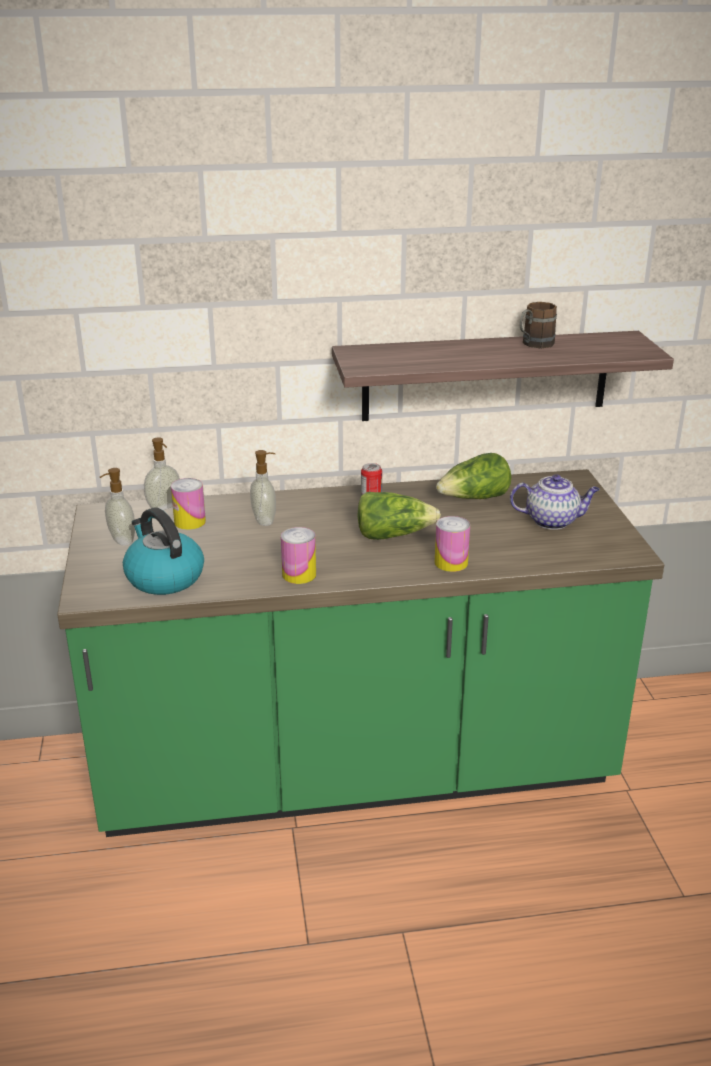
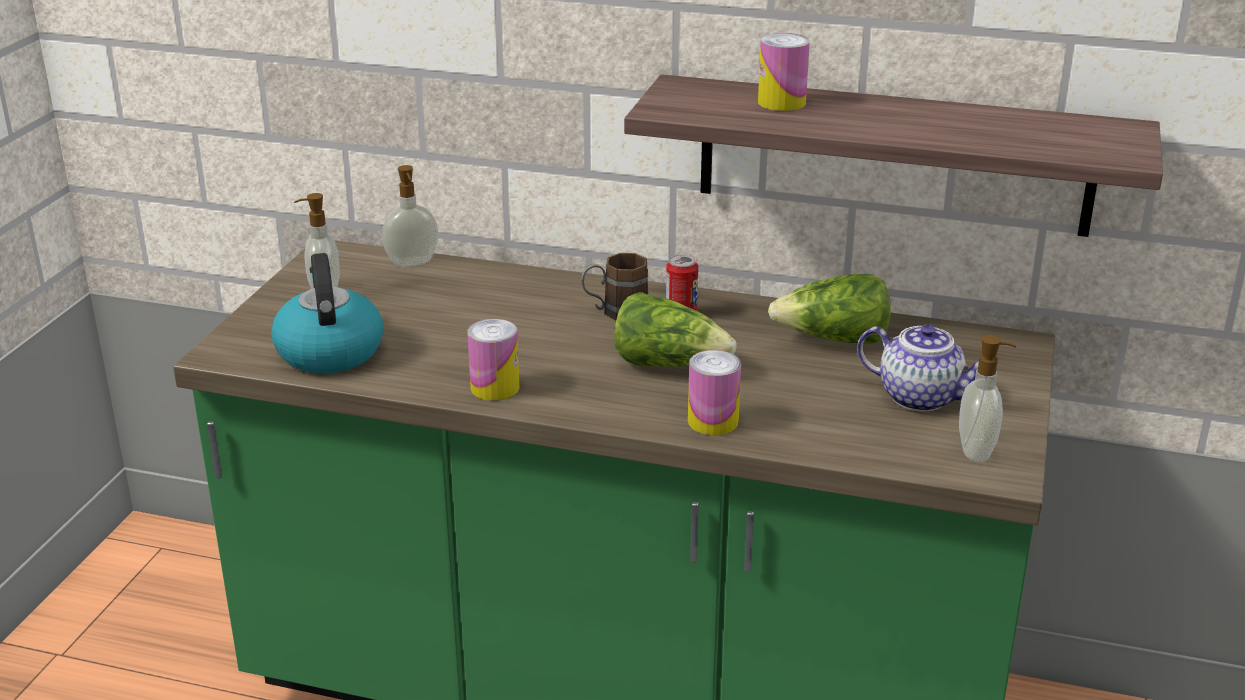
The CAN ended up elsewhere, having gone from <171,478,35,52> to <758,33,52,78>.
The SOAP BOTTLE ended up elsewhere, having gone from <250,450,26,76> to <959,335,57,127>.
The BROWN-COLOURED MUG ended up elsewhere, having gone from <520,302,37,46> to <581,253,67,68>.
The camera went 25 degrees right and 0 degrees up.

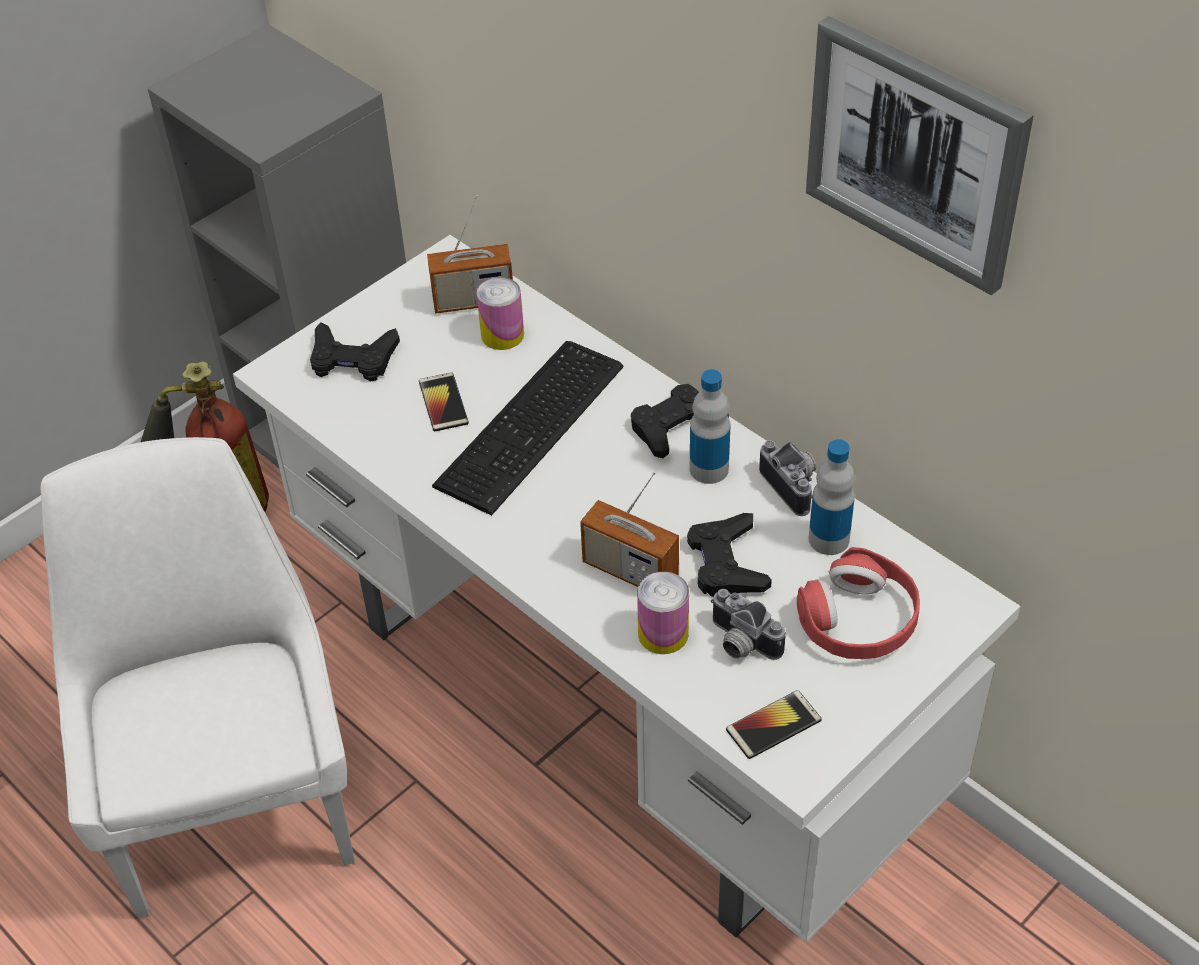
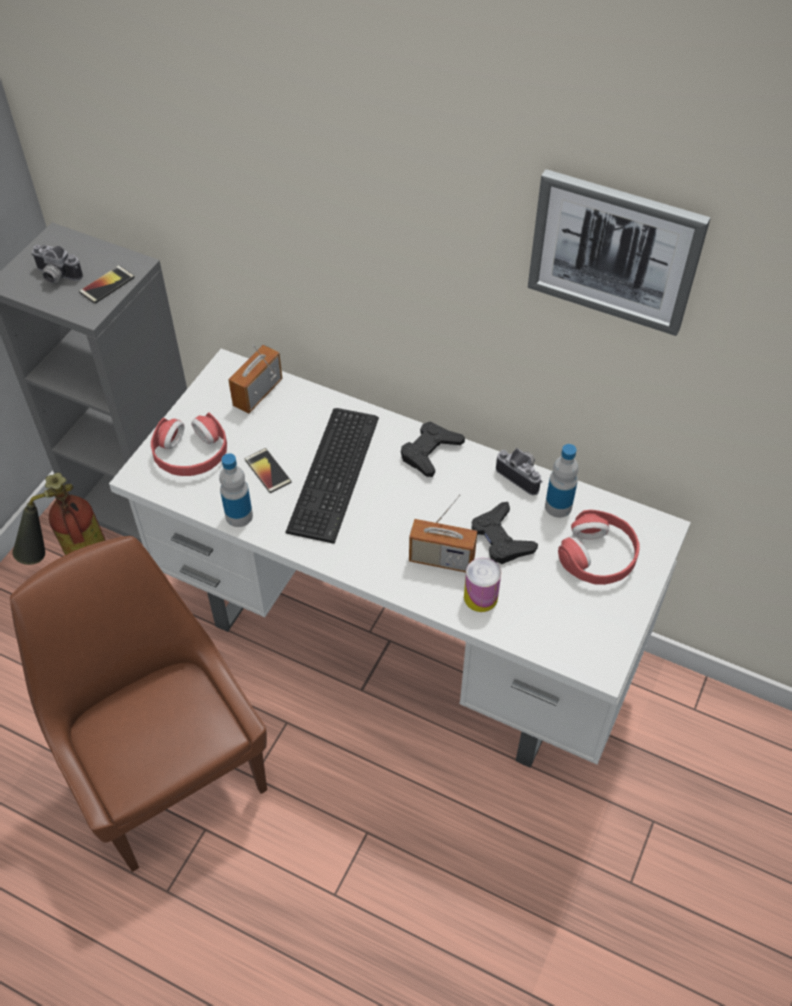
What was the WHITE PLAIN CHAIR at <41,437,314,481> turned into the BROWN-COLOURED PLAIN CHAIR at <10,536,257,336>.
Where the BLACKISH GAMEPAD stood at <310,322,90,59>, the REDDISH HEADSET came to stand at <151,412,76,64>.
The RADIO SET at <427,195,86,119> ended up facing another way, 150 degrees clockwise from before.
The second view lost the CAN at <477,277,47,73>.
The BOTTLE ended up elsewhere, having gone from <690,369,41,115> to <219,453,34,74>.
The STILL CAMERA ended up elsewhere, having gone from <711,589,75,71> to <31,244,52,39>.
The TELEPHONE ended up elsewhere, having gone from <726,690,96,69> to <79,265,56,39>.
The camera went 20 degrees left and 5 degrees up.

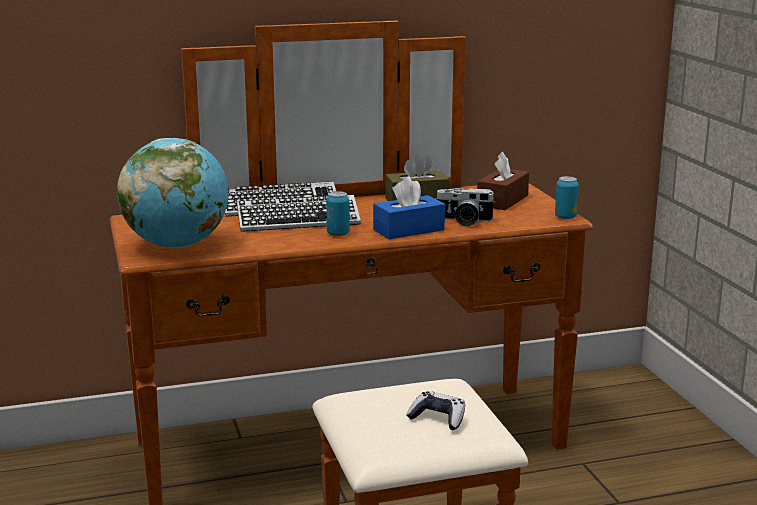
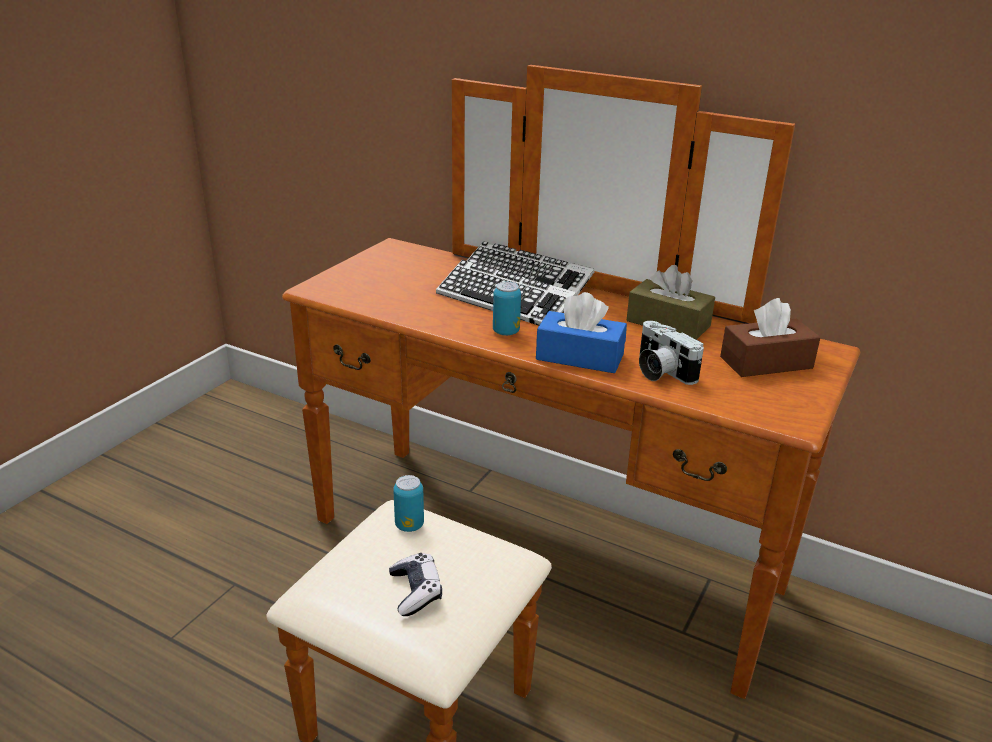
The second view lost the WORLD GLOBE at <117,138,112,110>.
The CAN ended up elsewhere, having gone from <555,176,24,43> to <393,475,31,57>.
The camera went 45 degrees right and 10 degrees up.

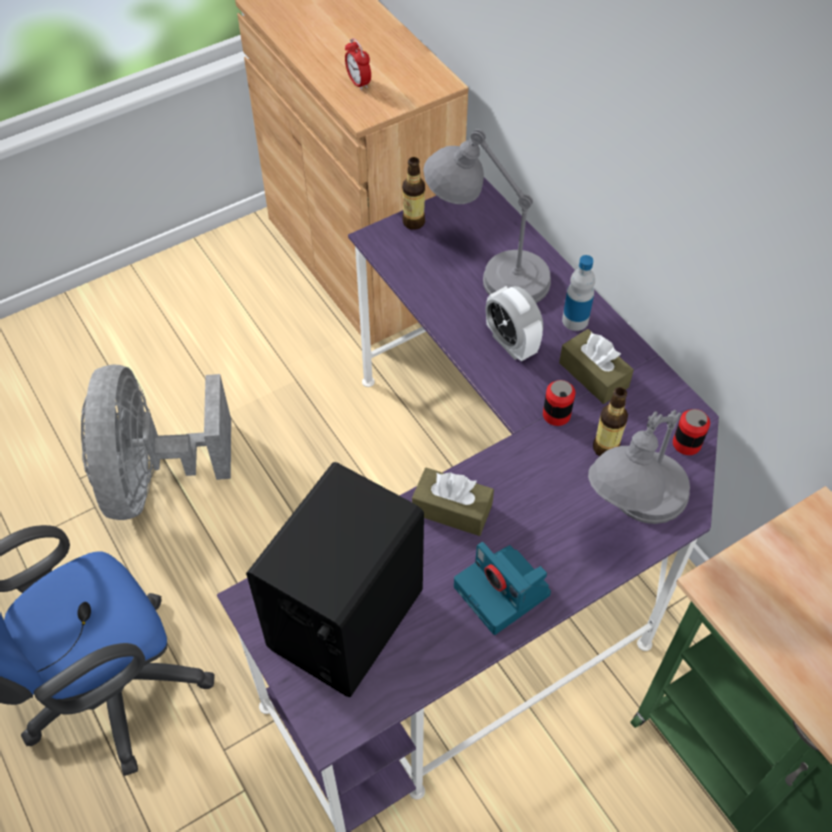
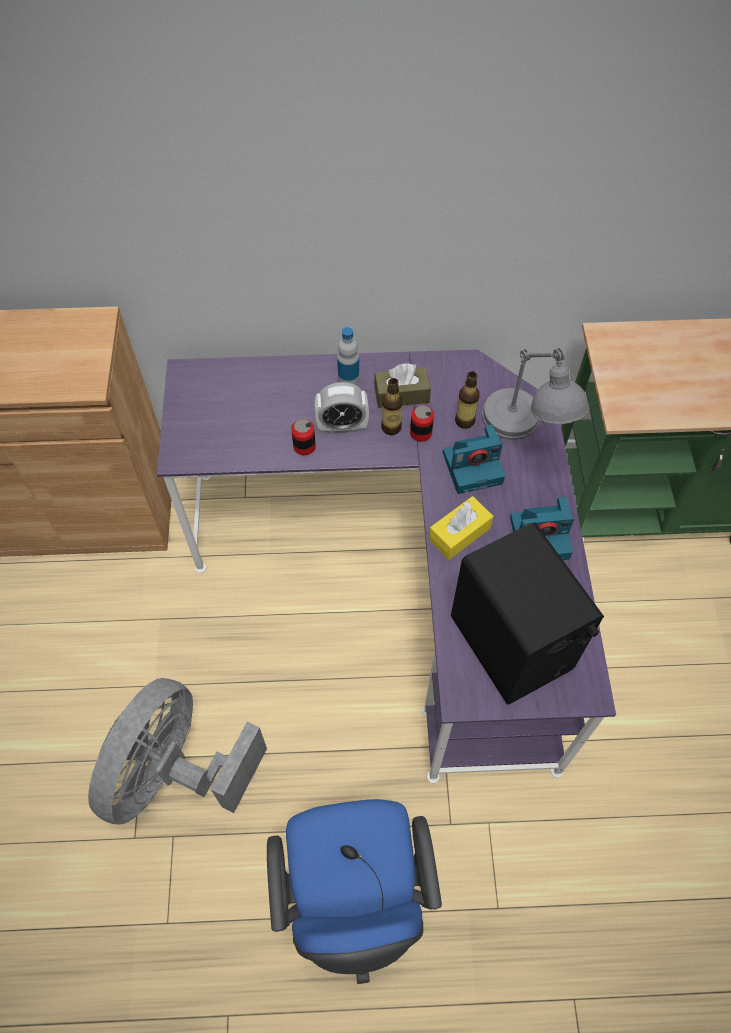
The GREYISH ELECTRIC FAN at <81,364,150,156> ended up facing another way, 90 degrees clockwise from before.
The second view lost the TABLE CLOCK at <345,38,26,53>.
The BOTTLE ended up elsewhere, having gone from <402,157,23,73> to <381,378,22,57>.
What was the BROWN-COLOURED TISSUE BOX at <412,468,82,68> turned into the YELLOW TISSUE BOX at <429,496,64,64>.
The second view lost the GREYISH LAMP FOR A TABLE at <423,129,128,174>.
The CAN ended up elsewhere, having gone from <673,409,37,46> to <291,419,25,36>.
The second view gained the STILL CAMERA at <443,424,62,70>.
The camera went 60 degrees left and 5 degrees up.

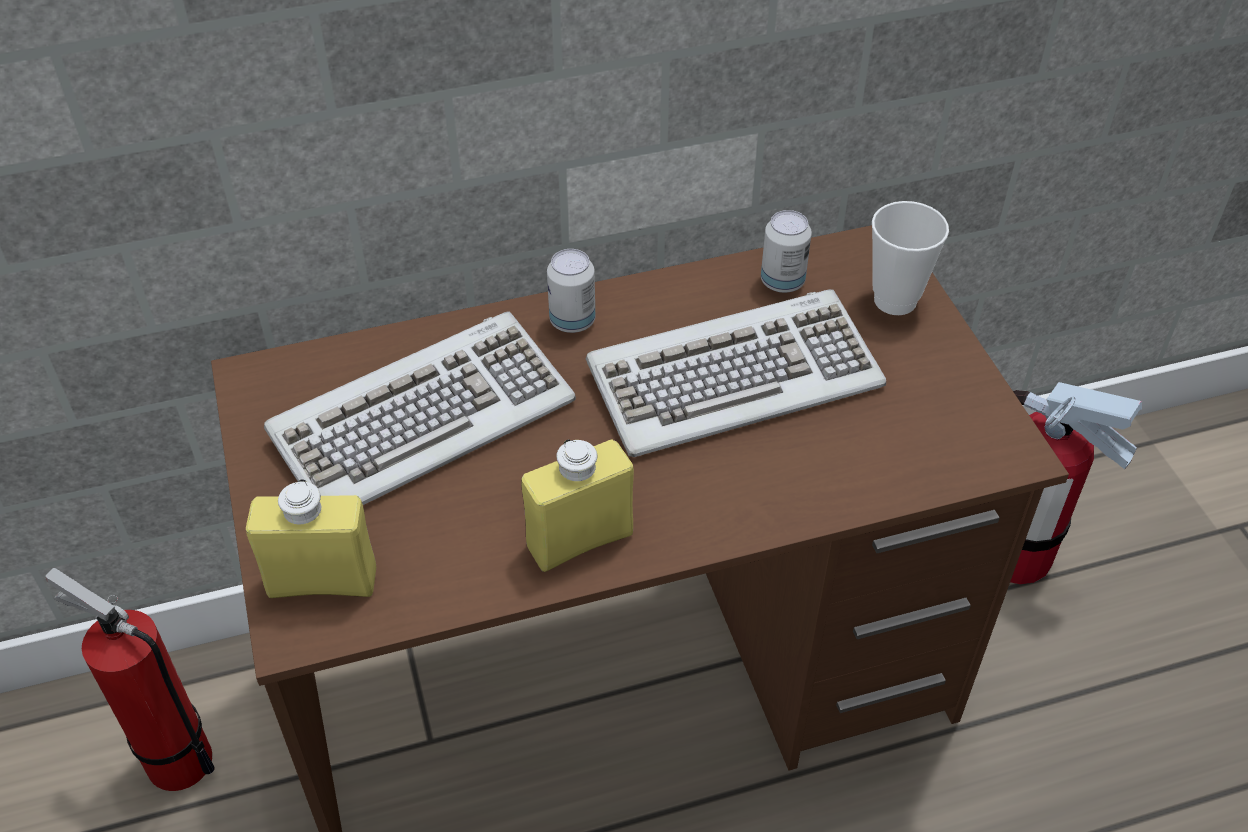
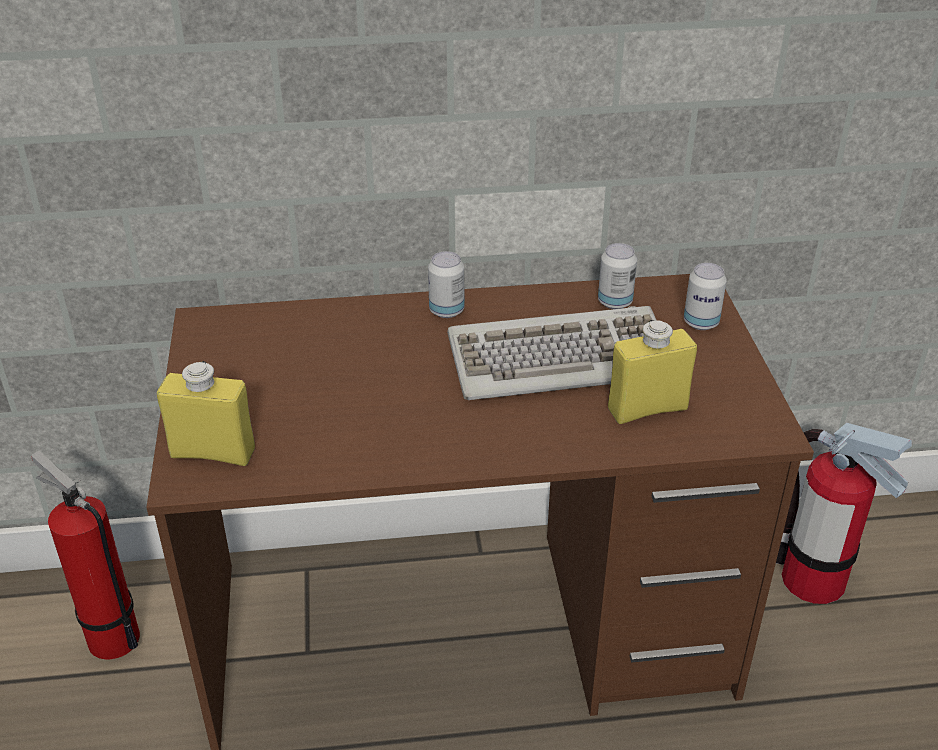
The second view lost the COMPUTER KEYBOARD at <264,311,312,194>.
The YELLOW BOTTLE ended up elsewhere, having gone from <521,439,113,133> to <608,320,89,104>.
Where the SMALL CUP stood at <872,201,77,114>, the CAN came to stand at <684,263,43,67>.
The camera went 10 degrees right and 10 degrees down.

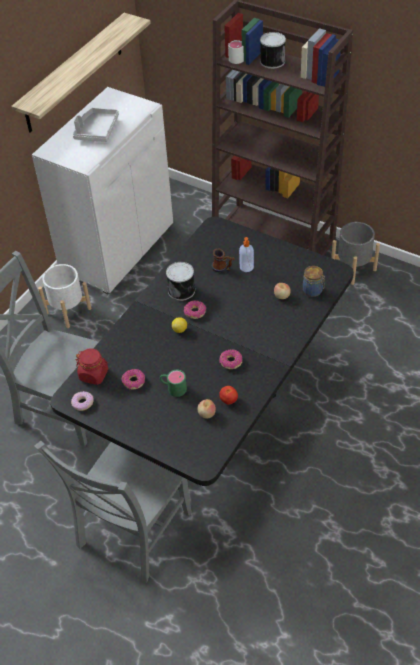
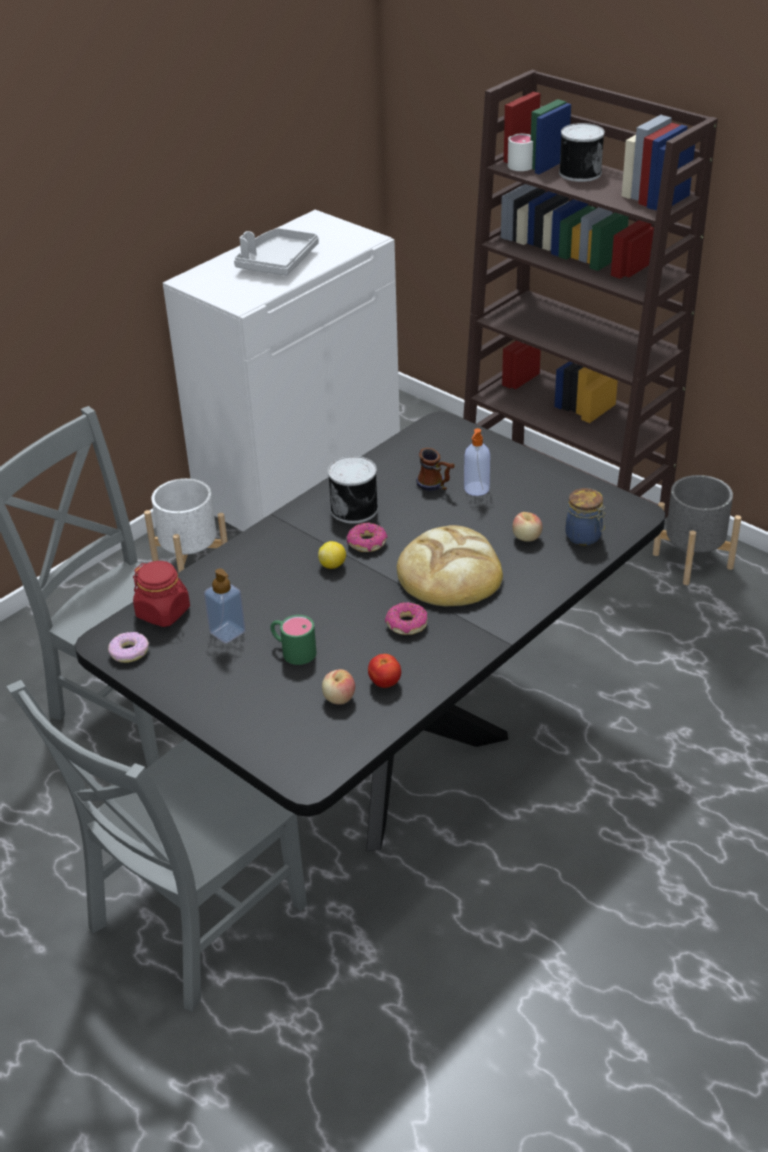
The second view lost the BRACKET SHELF at <11,13,140,119>.
Where the RING DOUGHNUT stood at <121,369,24,21>, the SOAP BOTTLE came to stand at <204,568,42,75>.
The second view gained the BAKERY BREAD at <397,525,106,81>.
The camera went 10 degrees right and 10 degrees down.

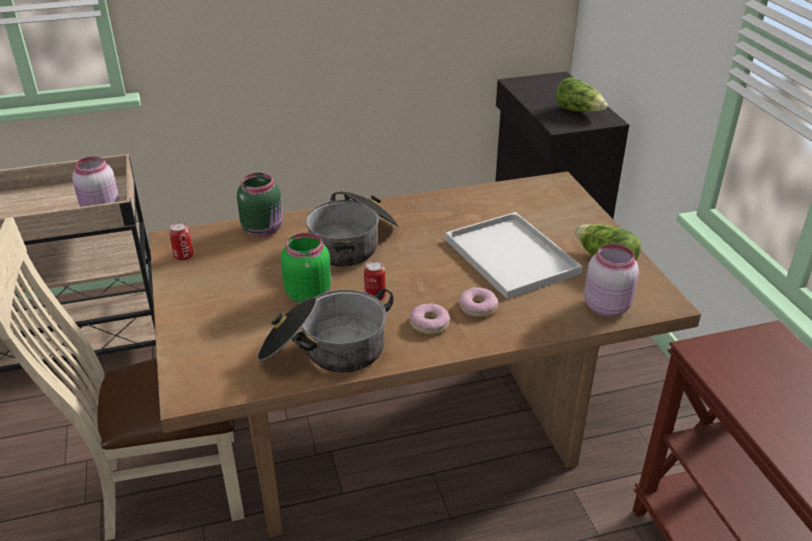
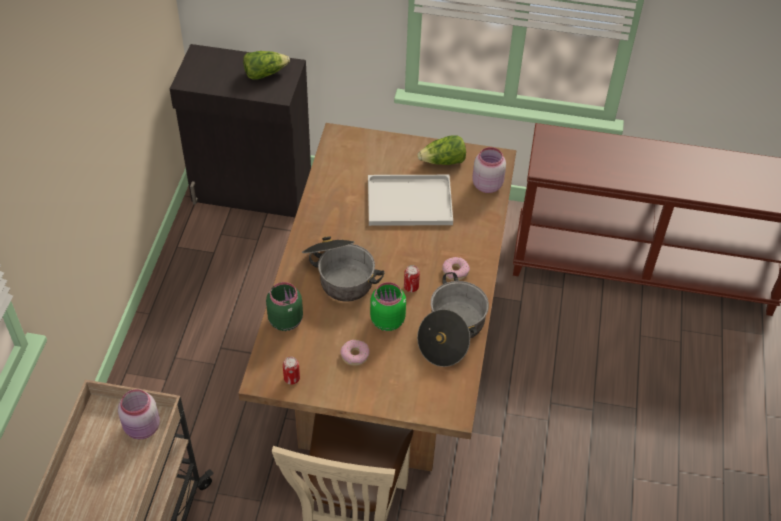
The RING DOUGHNUT ended up elsewhere, having gone from <459,287,39,30> to <340,340,30,26>.
The camera went 65 degrees left and 15 degrees up.

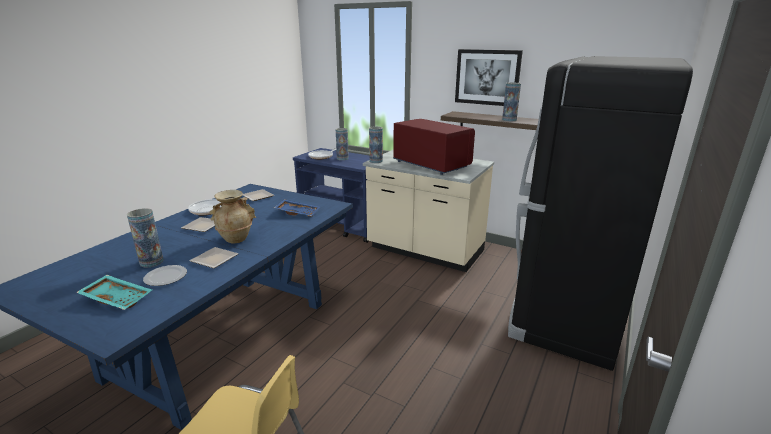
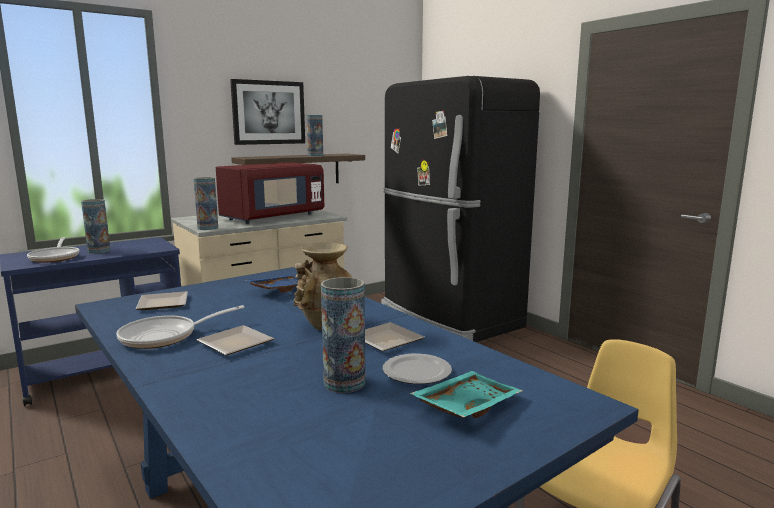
The REDDISH KITCHEN MICROWAVE at <393,119,82,56> ended up facing another way, 150 degrees clockwise from before.
The camera went 65 degrees left and 10 degrees down.

